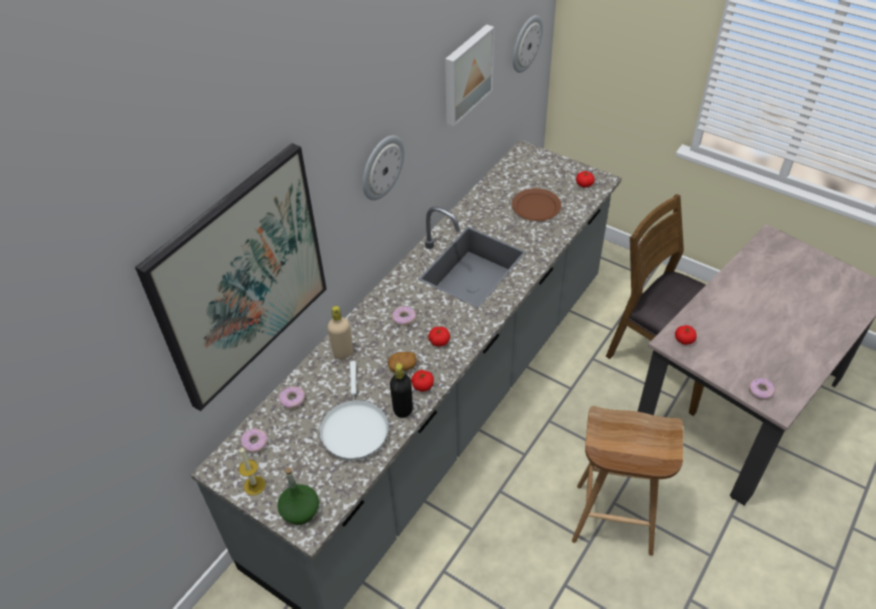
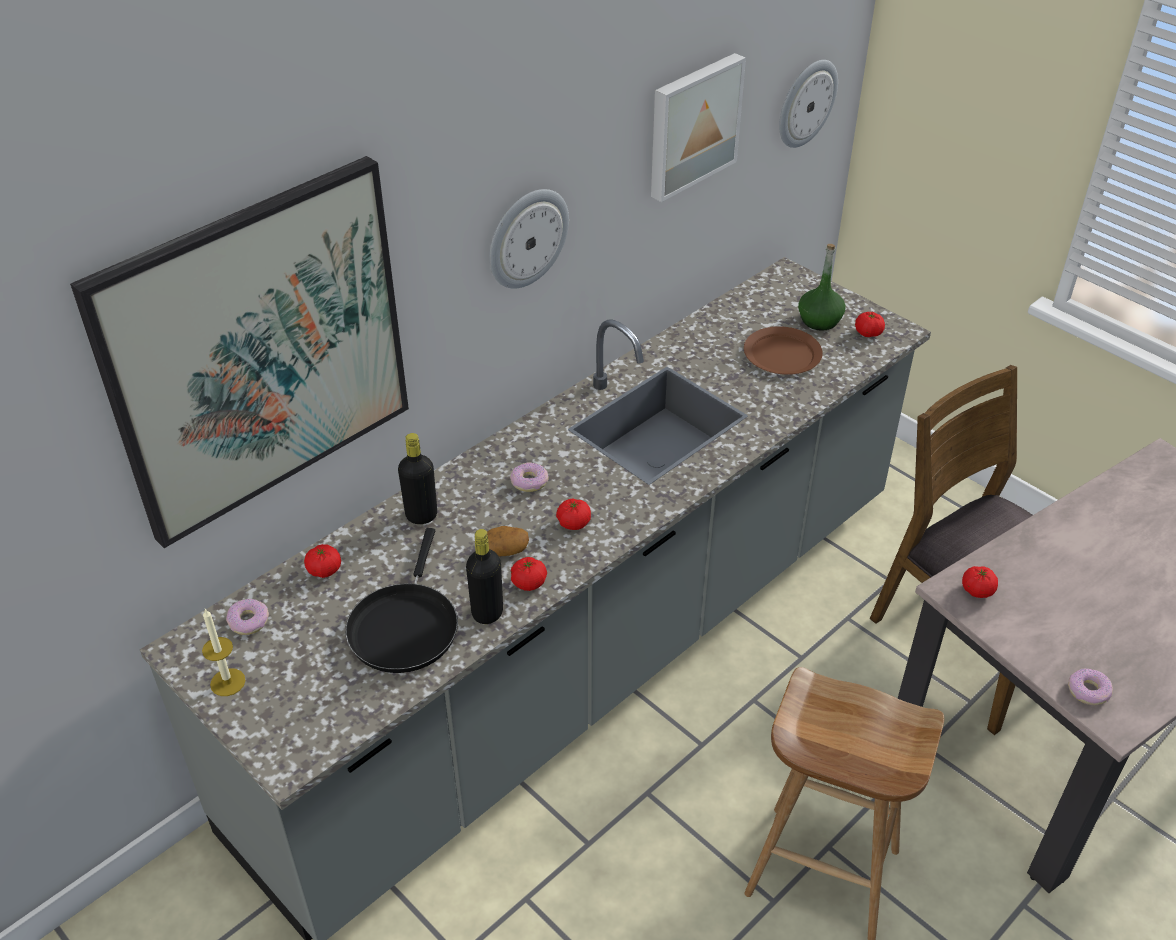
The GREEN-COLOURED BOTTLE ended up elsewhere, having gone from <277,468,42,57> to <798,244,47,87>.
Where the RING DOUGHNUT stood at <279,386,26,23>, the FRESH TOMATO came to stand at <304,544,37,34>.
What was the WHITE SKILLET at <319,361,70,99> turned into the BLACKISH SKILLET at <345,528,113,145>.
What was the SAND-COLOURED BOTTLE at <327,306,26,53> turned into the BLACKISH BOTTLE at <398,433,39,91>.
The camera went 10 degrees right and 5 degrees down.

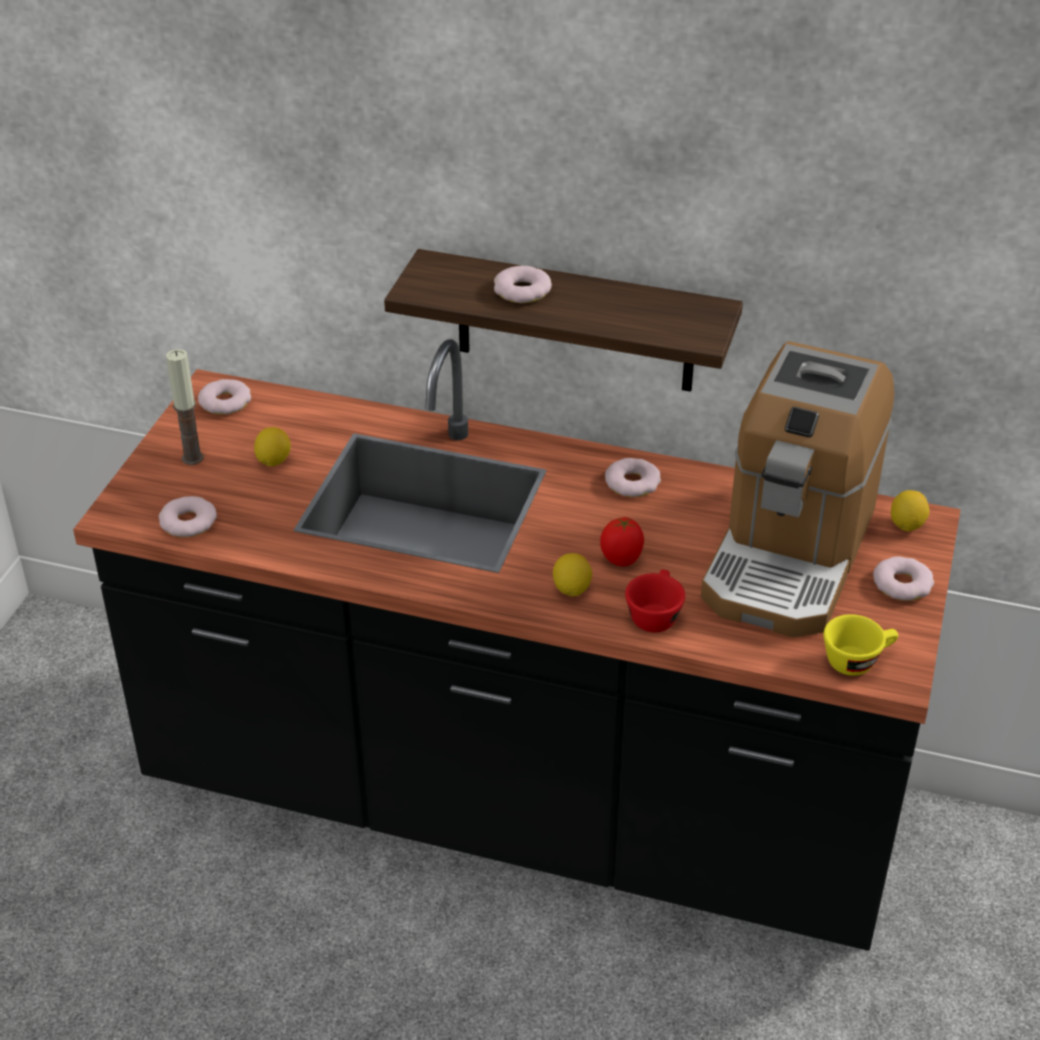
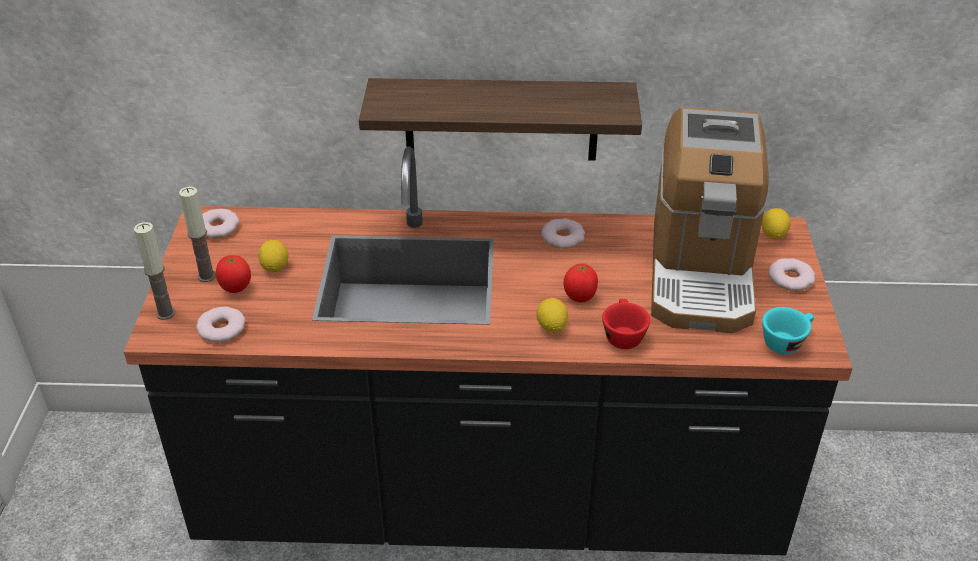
The second view lost the RING DOUGHNUT at <494,266,58,37>.
What was the YELLOW SMALL CUP at <824,614,74,62> turned into the TURQUOISE SMALL CUP at <762,307,52,47>.
The second view gained the WAX LIGHT at <134,222,41,98>.
The second view gained the FRESH TOMATO at <216,255,35,38>.
The camera went 15 degrees left and 0 degrees up.

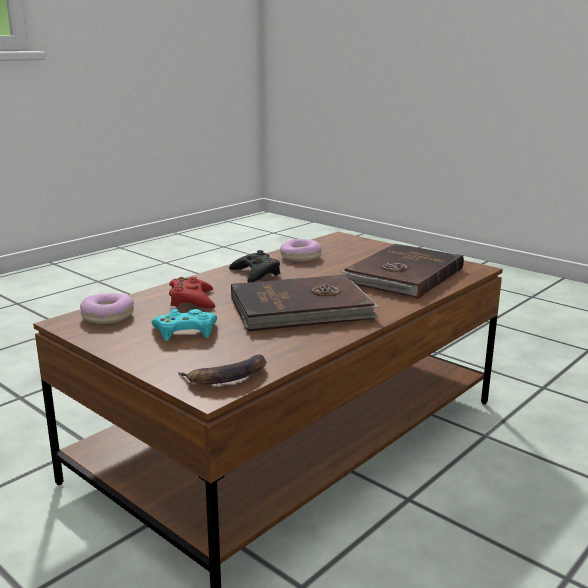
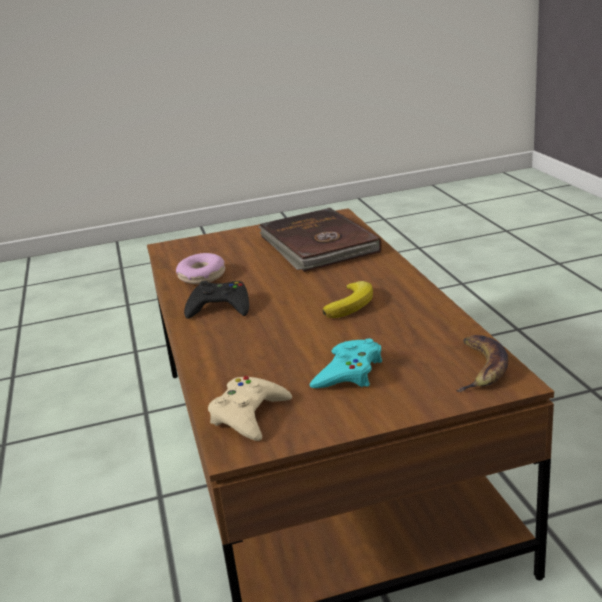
Where the RING DOUGHNUT stood at <80,293,54,31>, the SAND-COLOURED GAMEPAD came to stand at <208,376,84,65>.
The second view lost the REDDISH GAMEPAD at <169,277,46,32>.
Where the BROWN-COLOURED BOOK stood at <231,275,148,57>, the WHOLE BANANA came to stand at <322,281,51,37>.
The camera went 55 degrees left and 5 degrees up.

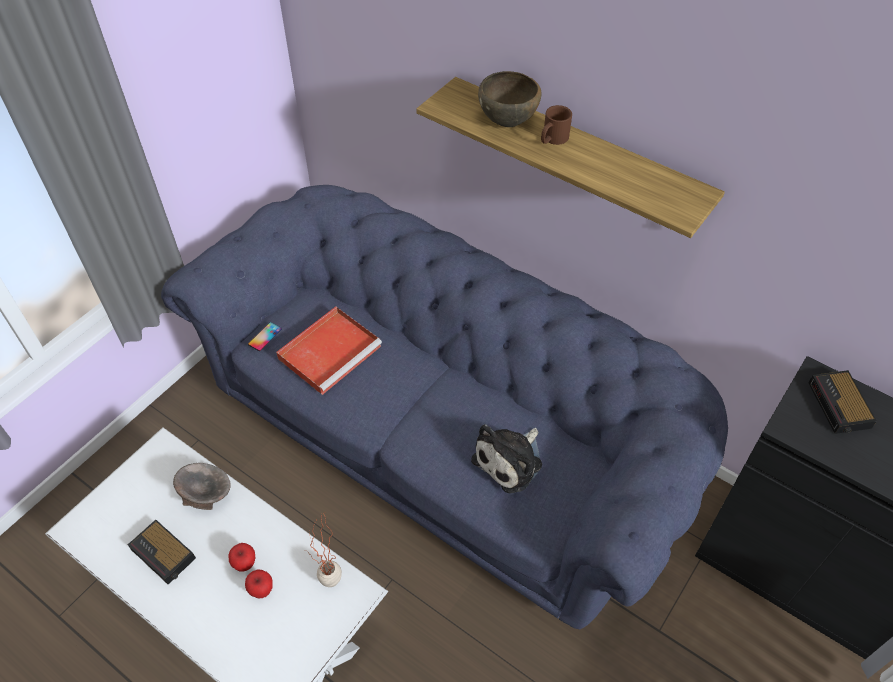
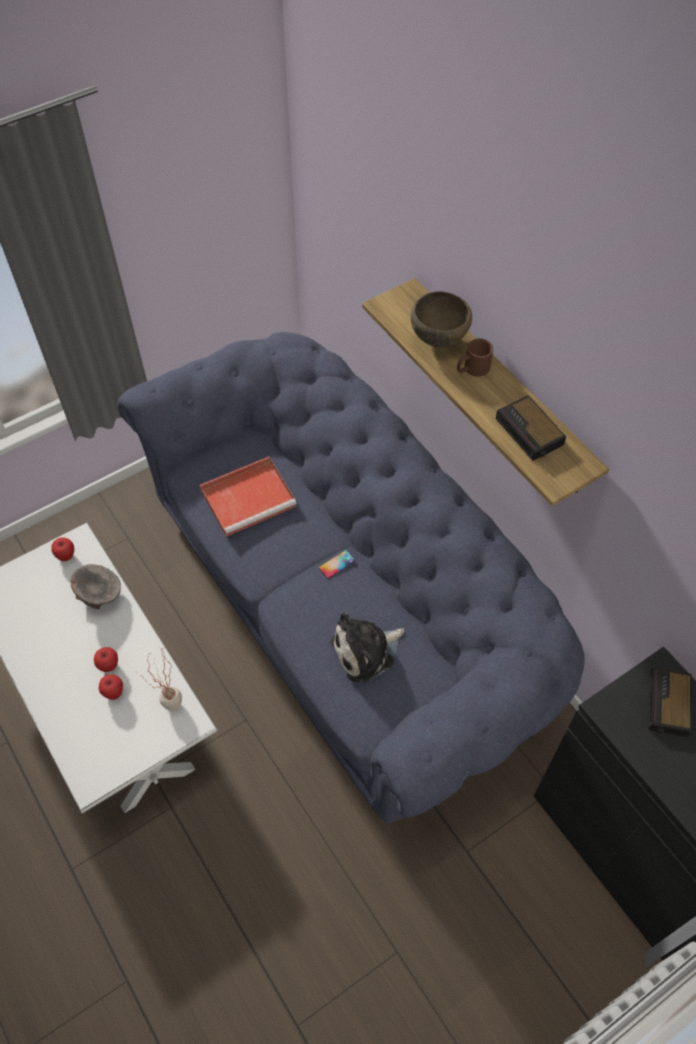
The TABLE CLOCK ended up elsewhere, having gone from <128,520,68,64> to <496,395,70,66>.
The TELEPHONE ended up elsewhere, having gone from <248,322,34,29> to <318,550,37,29>.
The second view gained the WHOLE APPLE at <52,538,22,23>.
The camera went 20 degrees right and 5 degrees up.

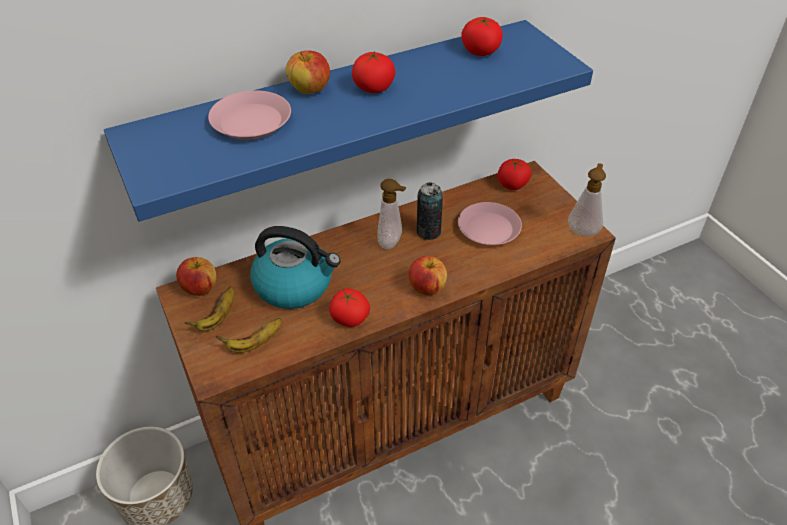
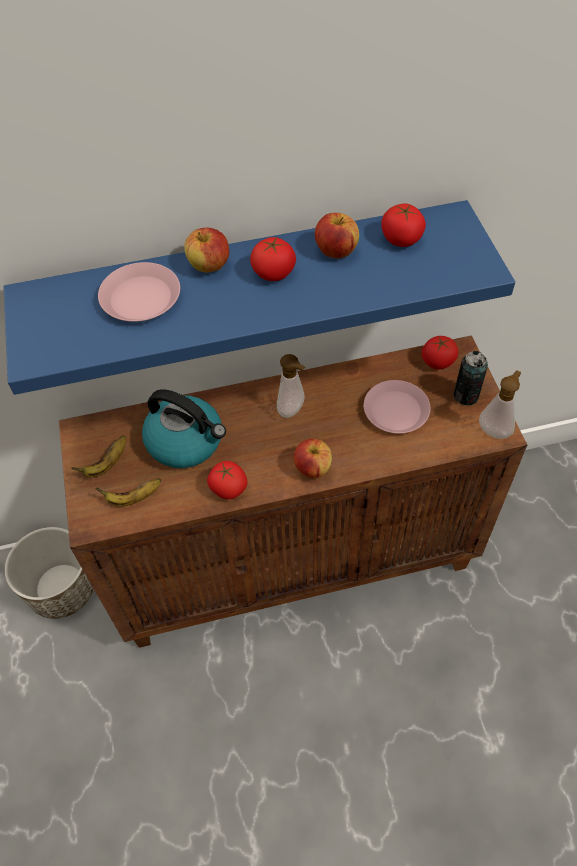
The WHOLE APPLE ended up elsewhere, having gone from <176,257,40,39> to <315,213,44,46>.
The CAN ended up elsewhere, having gone from <417,182,26,58> to <454,351,34,54>.
The camera went 15 degrees right and 10 degrees up.

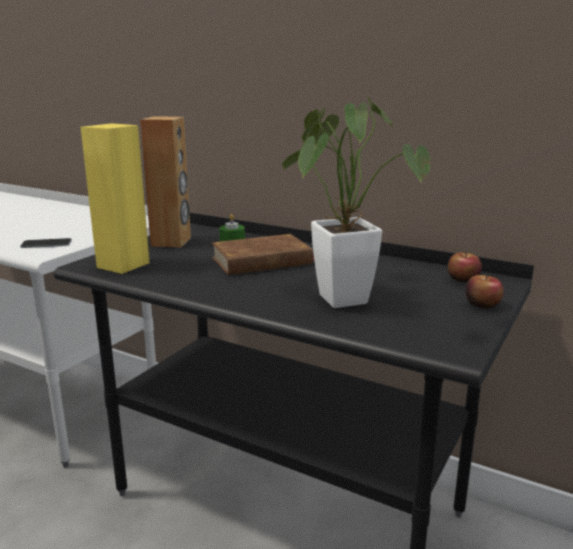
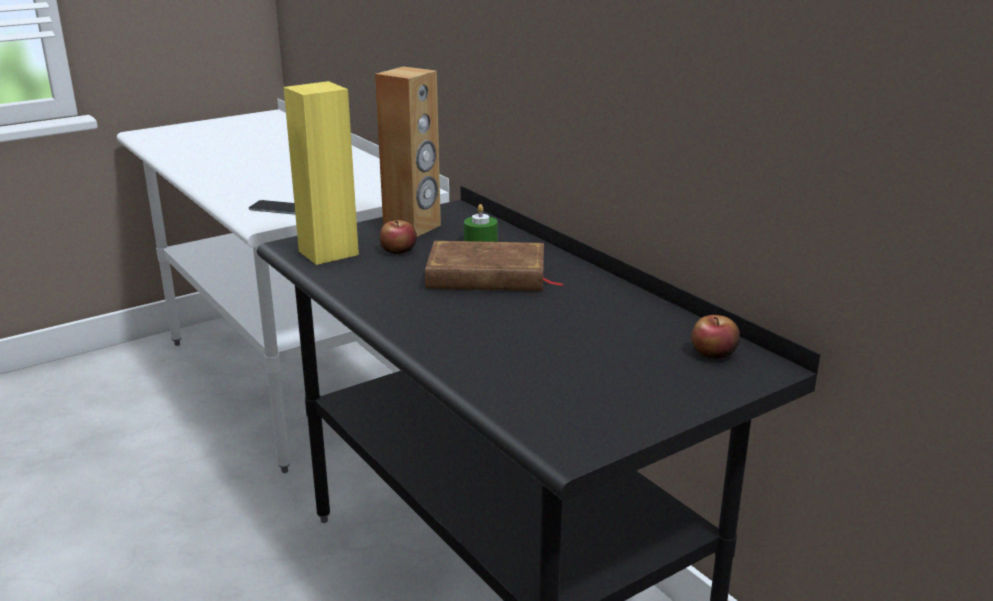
The second view lost the PLANT IN A POT at <282,97,148,211>.
The WHOLE APPLE ended up elsewhere, having gone from <465,275,39,33> to <379,220,38,34>.
The camera went 25 degrees right and 5 degrees up.

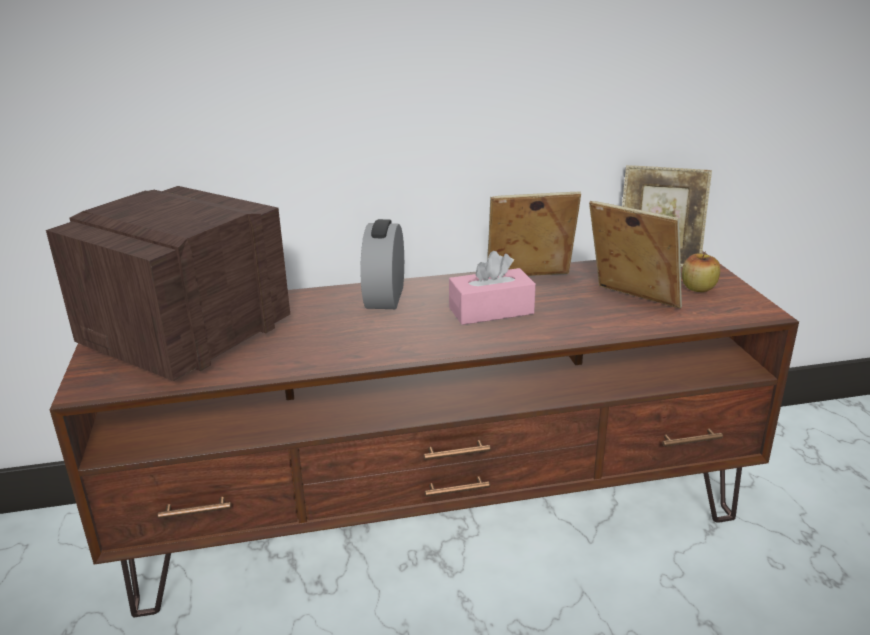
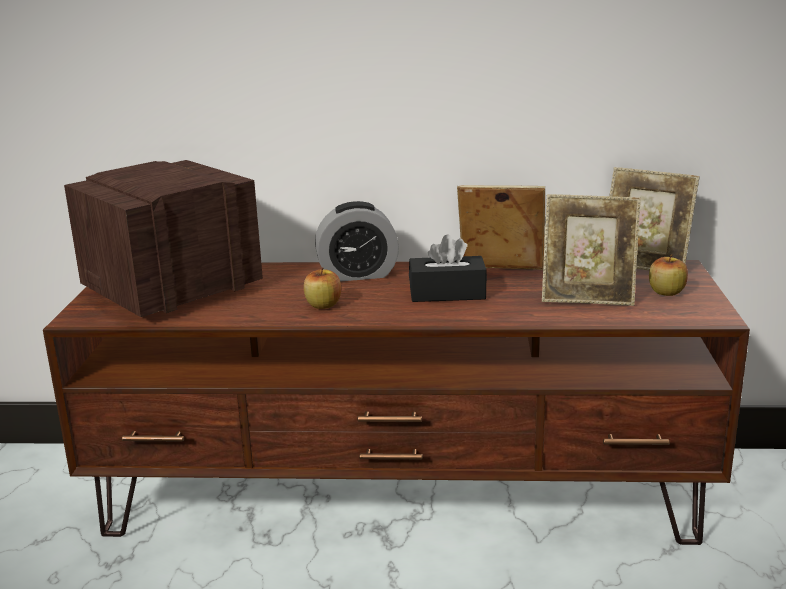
The TABLE CLOCK at <360,219,44,90> ended up facing another way, 120 degrees counterclockwise from before.
What was the PINK-COLOURED TISSUE BOX at <449,251,87,74> turned into the BLACKISH TISSUE BOX at <409,234,78,68>.
The STANDING FRAME at <589,201,93,108> ended up facing another way, 135 degrees clockwise from before.
The second view gained the WHOLE APPLE at <304,267,37,42>.
The camera went 15 degrees right and 5 degrees down.

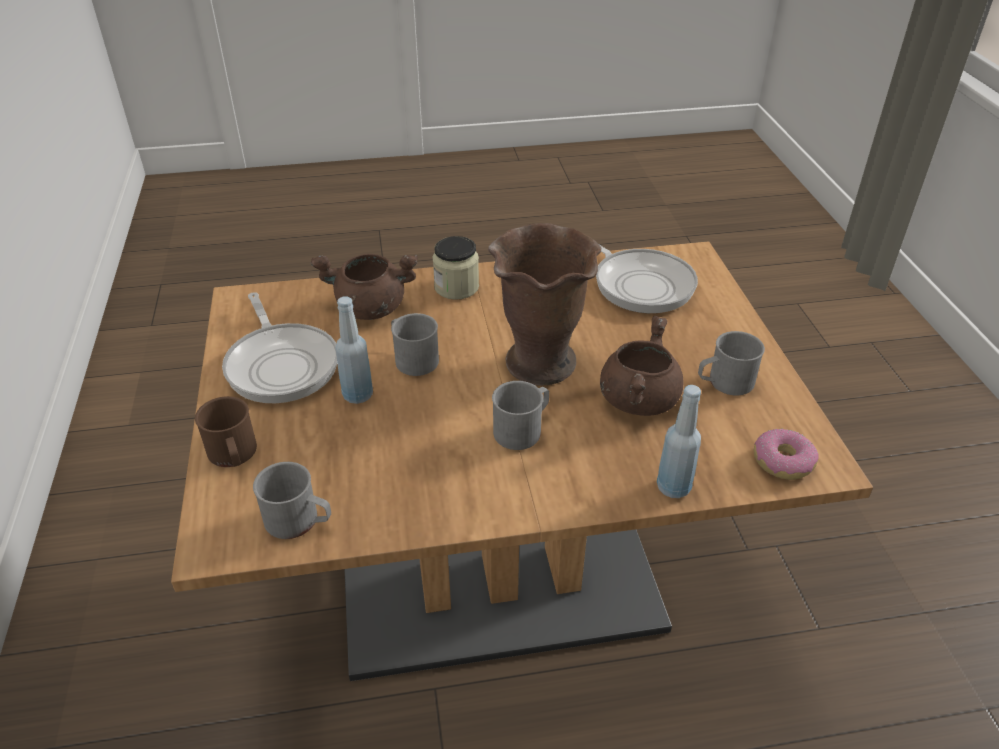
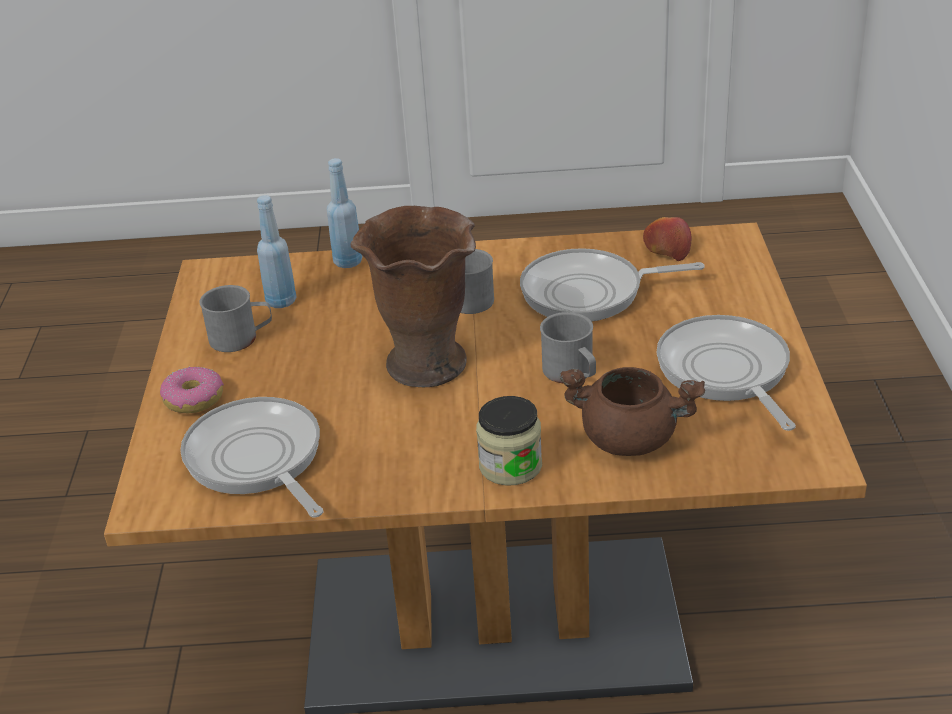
The second view lost the BROWN-COLOURED MUG at <195,396,62,71>.
Where the GREYISH MUG stood at <253,462,78,77>, the WHOLE APPLE came to stand at <643,217,48,44>.
The BLUISH BOTTLE ended up elsewhere, having gone from <335,296,38,108> to <257,195,40,113>.
The second view lost the BROWN-COLOURED COOKING POT at <600,316,84,100>.
The RING DOUGHNUT ended up elsewhere, having gone from <753,429,66,51> to <160,367,64,46>.
The second view gained the SKILLET at <520,248,184,74>.
The camera went 170 degrees left and 5 degrees down.

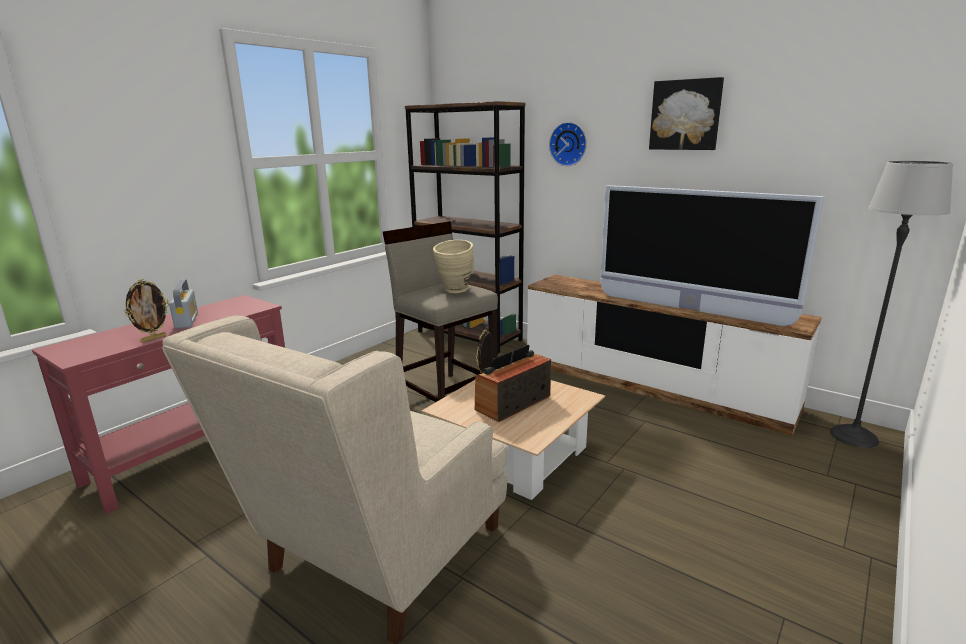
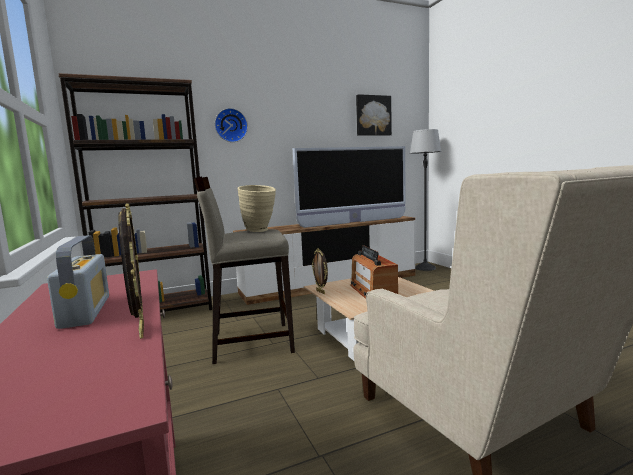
The RADIO SET at <169,279,29,49> ended up facing another way, 60 degrees clockwise from before.
The PICTURE ended up elsewhere, having gone from <649,77,75,73> to <356,94,36,42>.
The camera went 60 degrees left and 10 degrees down.

